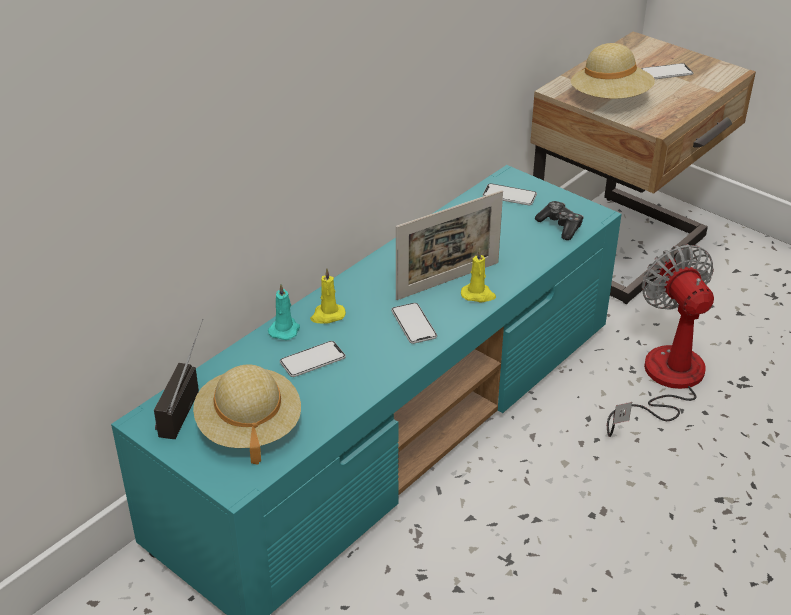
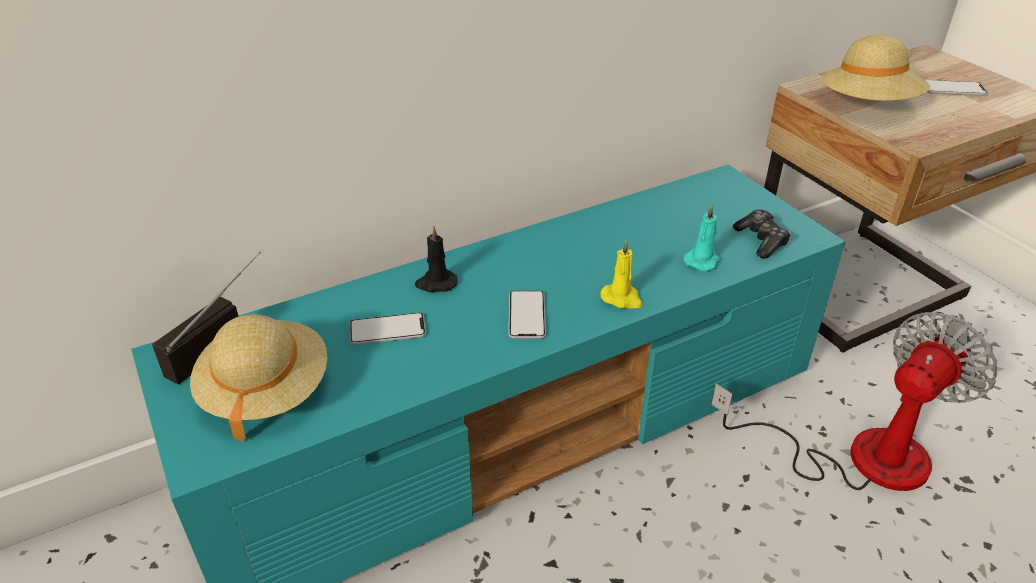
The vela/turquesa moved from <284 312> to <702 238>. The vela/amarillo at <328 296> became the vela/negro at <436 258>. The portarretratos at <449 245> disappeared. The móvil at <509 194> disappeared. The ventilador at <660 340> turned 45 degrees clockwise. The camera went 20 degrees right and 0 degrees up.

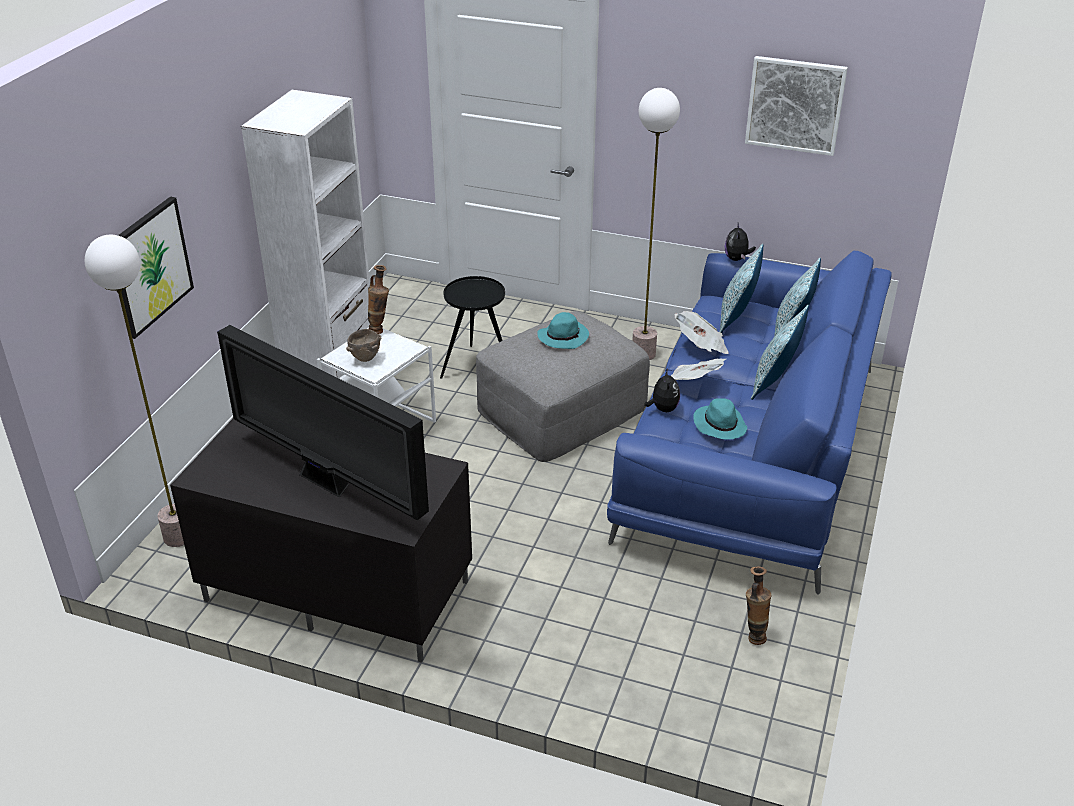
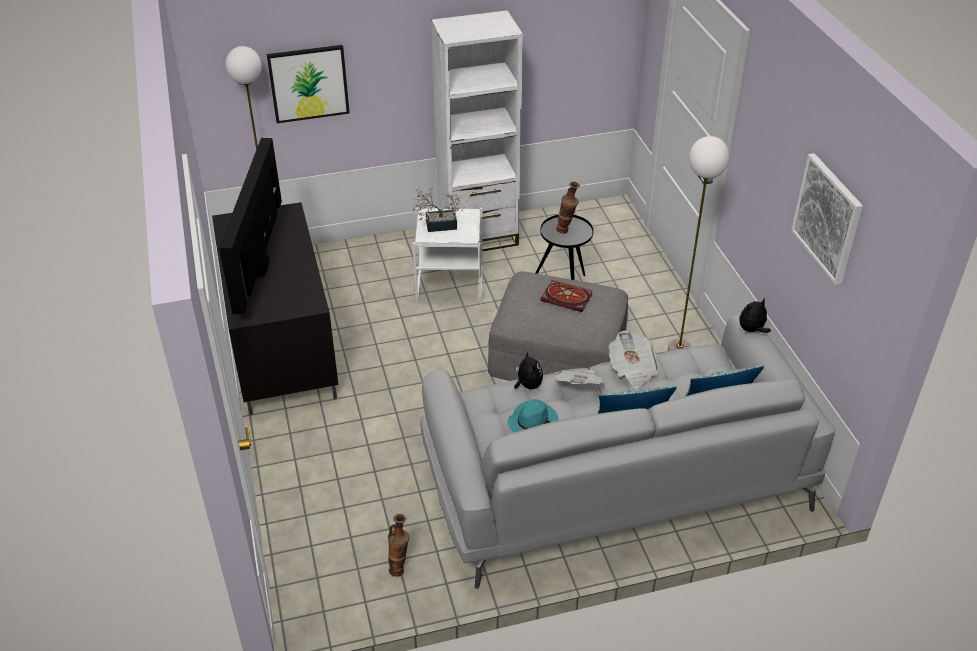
The cuenco/marrón at <363 345> was replaced by the planta en maceta at <438 209>. The florero moved from <378 299> to <568 207>. The sombrero/turquesa at <563 330> was replaced by the libro at <567 296>. The sofá/azul at <749 423> became the sofá/gris at <628 451>. The peluche at <662 390> turned 75 degrees counterclockwise. The cojín at <741 288> disappeared. The camera went 55 degrees right and 5 degrees up.

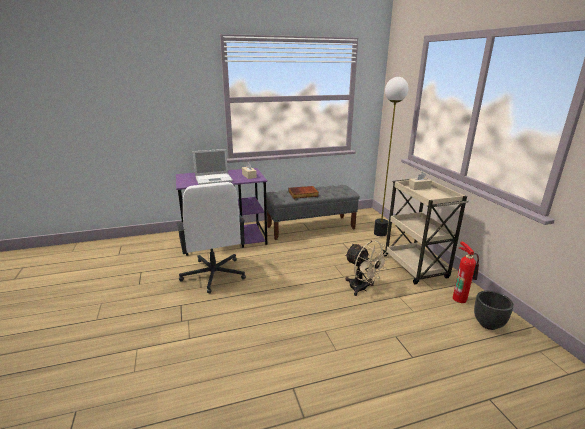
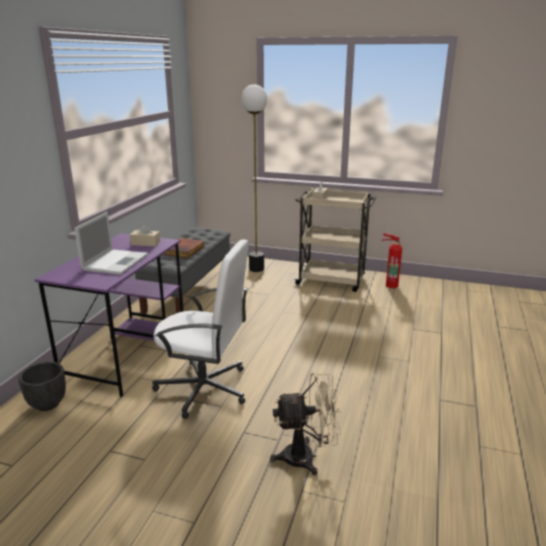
The ventilador/beis moved from <367 268> to <305 423>. The maceta/negro moved from <494 310> to <42 386>. The camera went 55 degrees left and 0 degrees up.

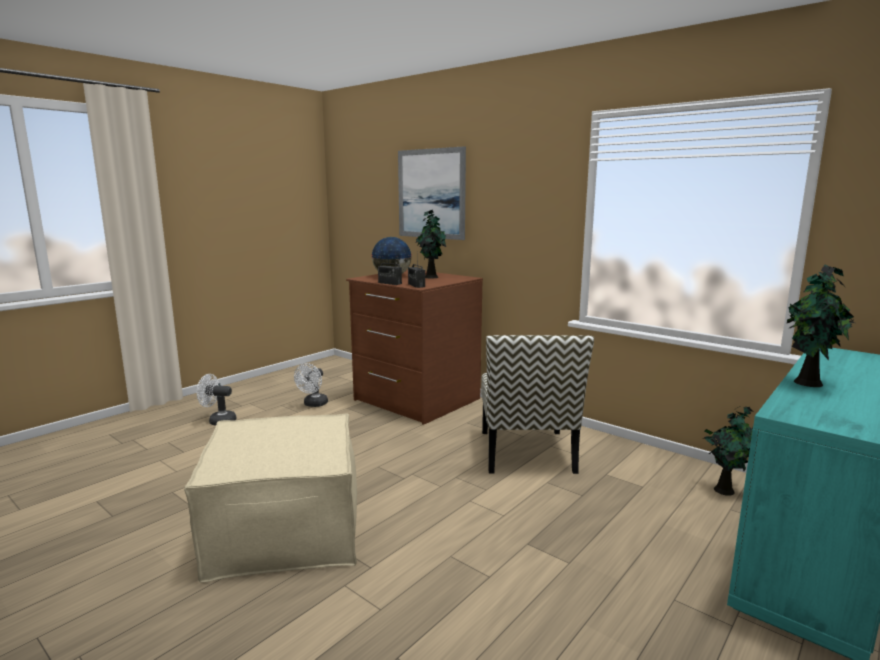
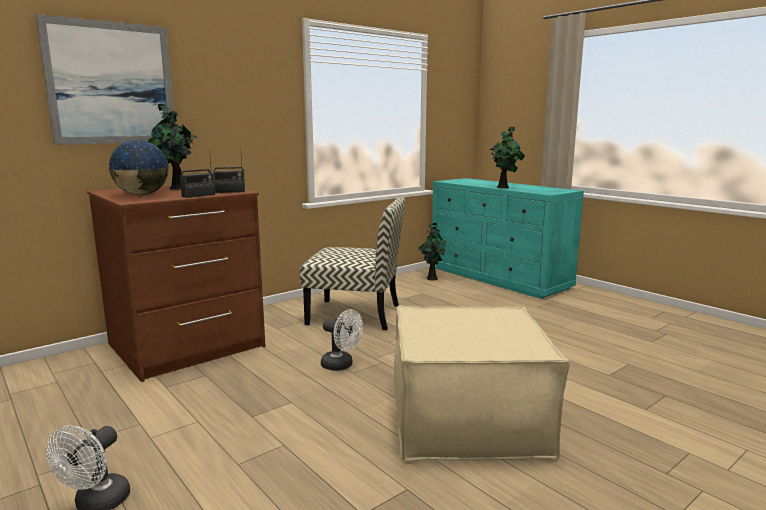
The ventilador/blanco moved from <311 385> to <342 340>. The camera went 80 degrees left and 0 degrees up.

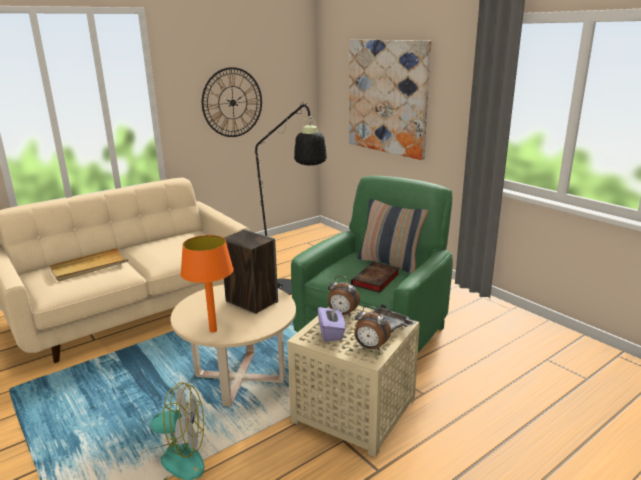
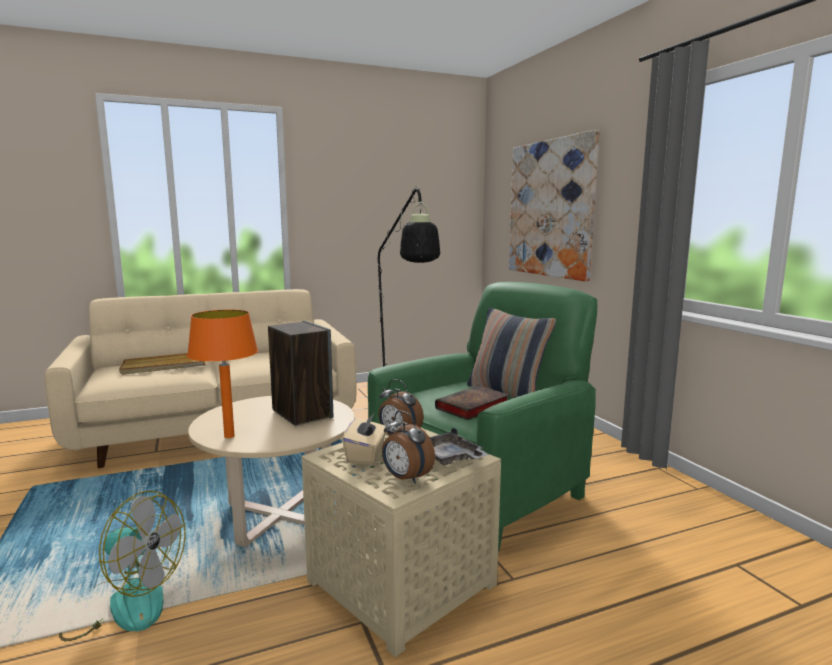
The reloj de pared at <232 102> disappeared. The caja de pañuelos/morado at <332 322> became the caja de pañuelos/beis at <364 438>. The camera went 15 degrees right and 10 degrees down.

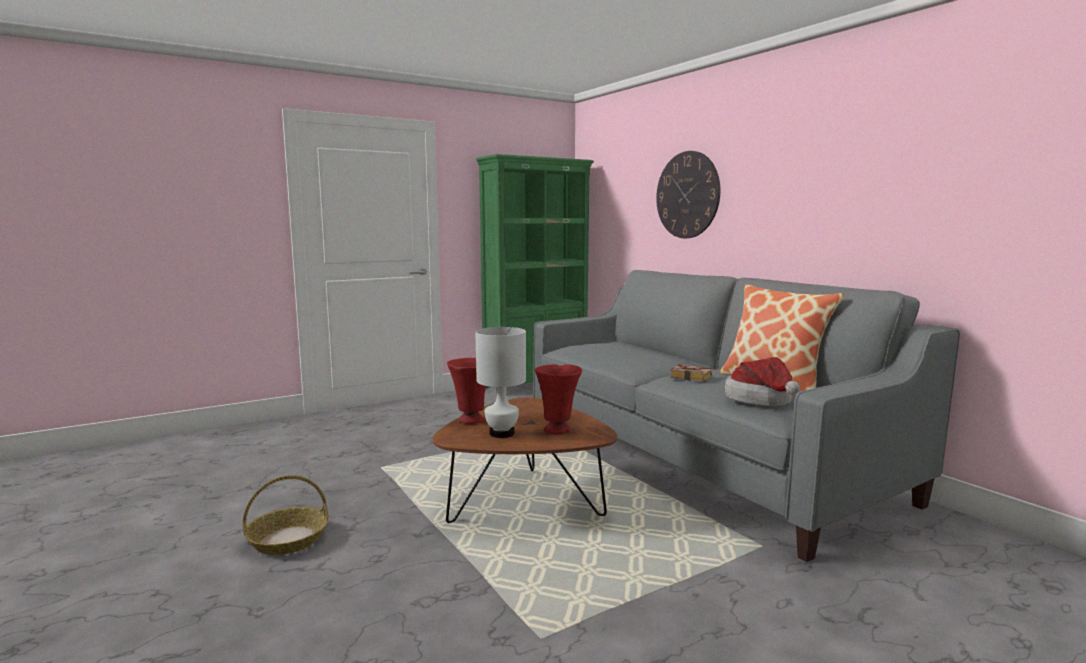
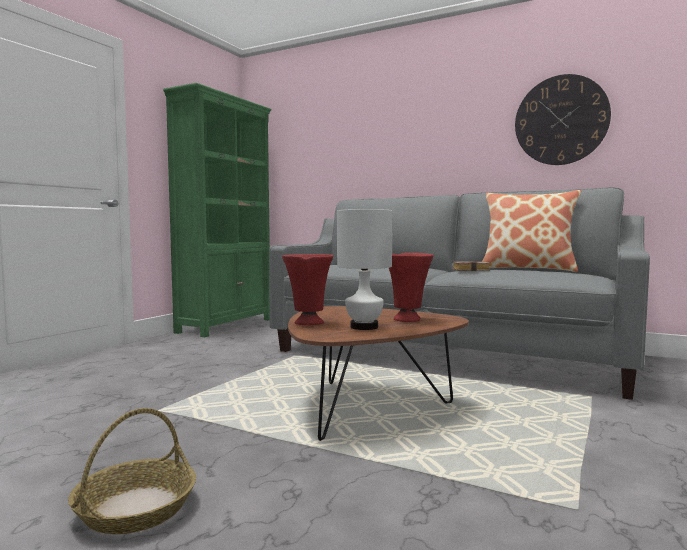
The reloj de pared moved from <688 194> to <563 119>. The sombrero at <762 381> disappeared. The camera went 30 degrees left and 5 degrees down.

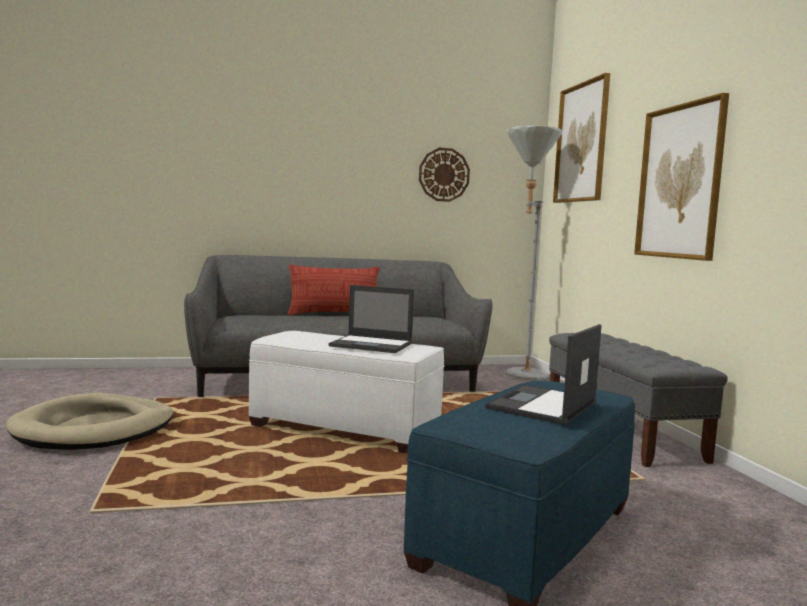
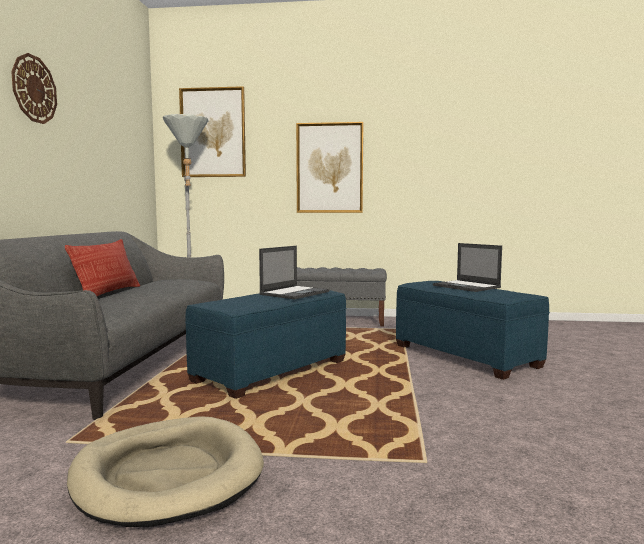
The puf/blanco at <347 392> became the puf/azul at <265 344>. The reloj de pared moved from <444 175> to <34 88>. The camera went 70 degrees left and 0 degrees up.

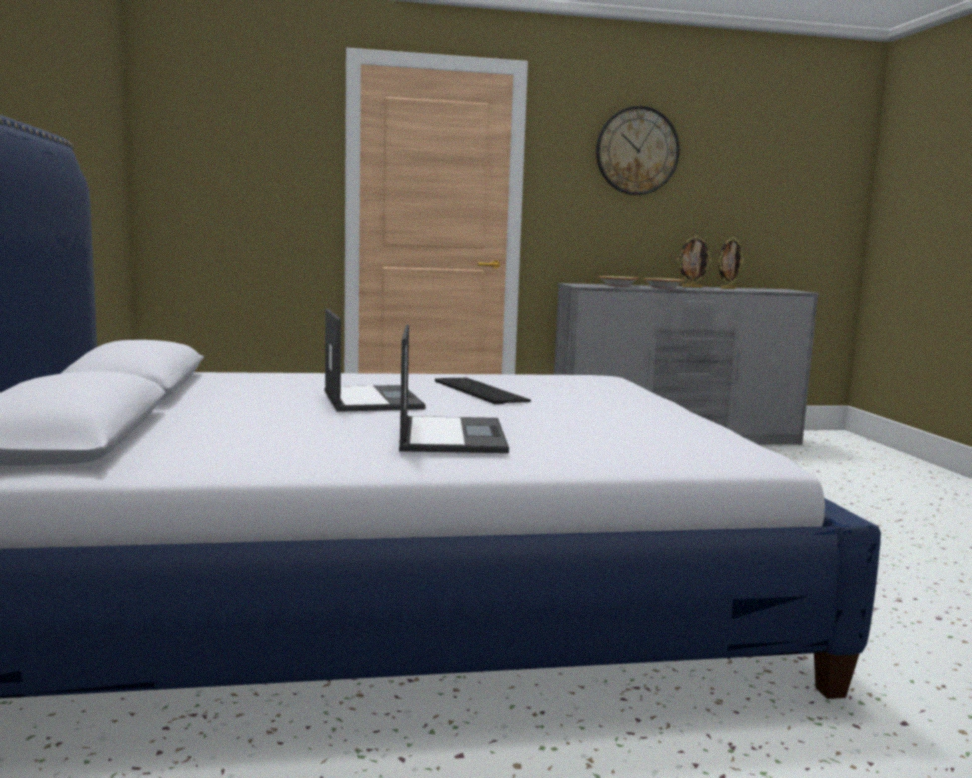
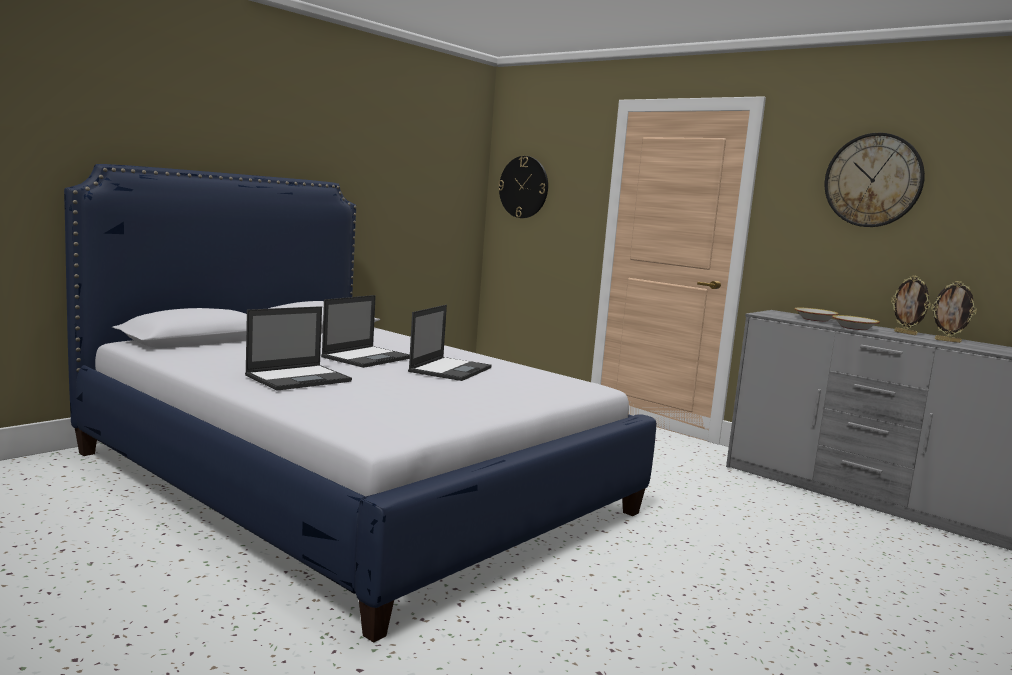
The teclado at <483 391> was replaced by the portátil at <450 343>. The reloj de pared at <523 187> appeared. The camera went 50 degrees right and 0 degrees up.

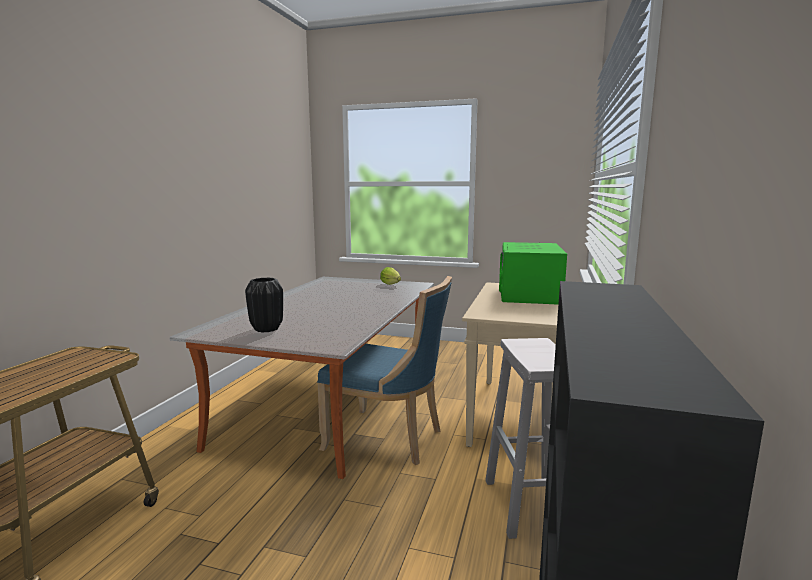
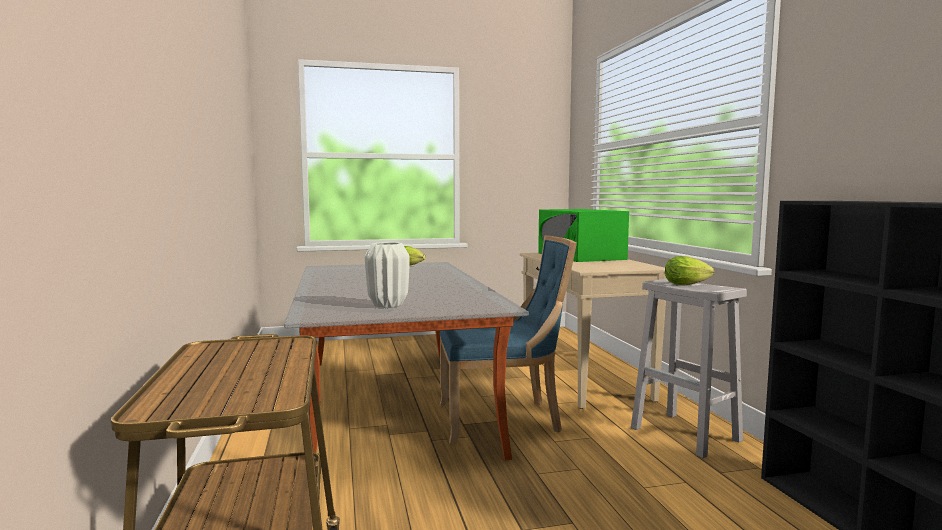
The florero/negro at <264 305> became the florero/blanco at <387 275>. The lechuga at <689 270> appeared. The camera went 30 degrees left and 5 degrees down.

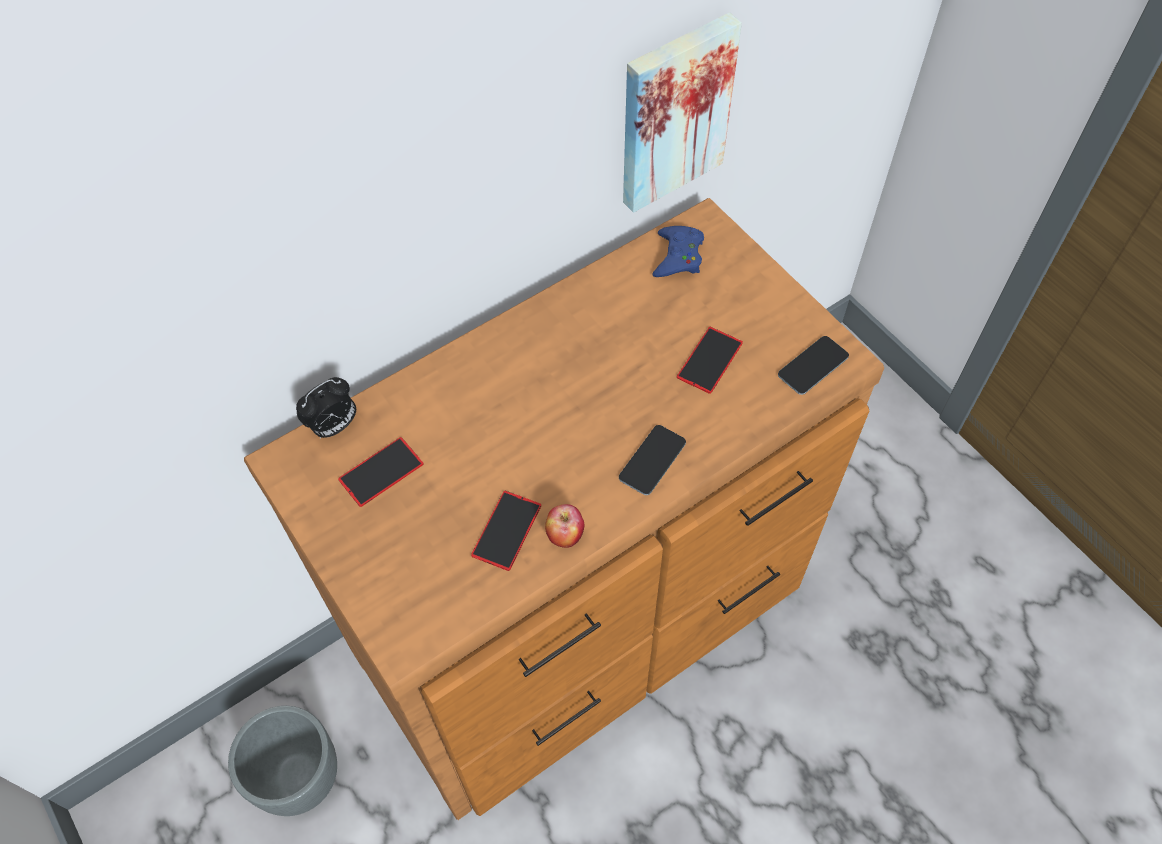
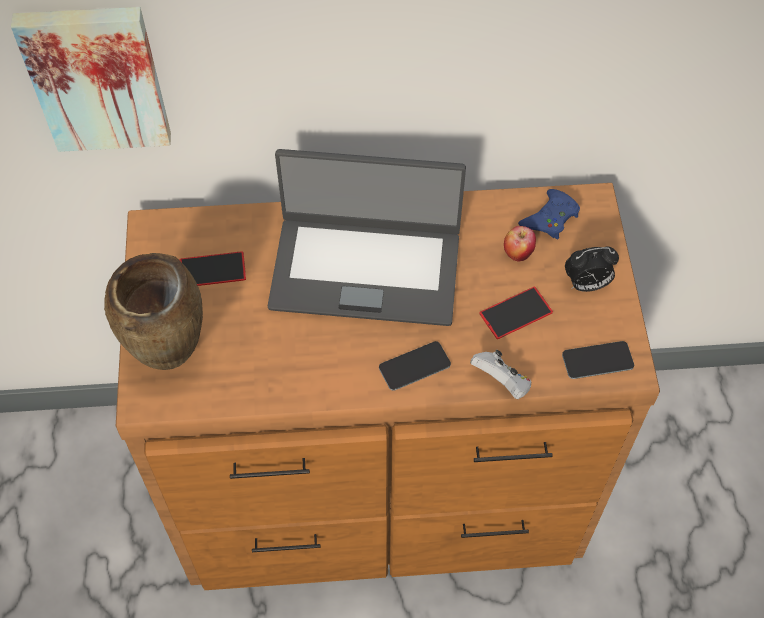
The maceta/gris at <282 761> disappeared. The despertador moved from <326 408> to <592 269>. The móvil at <506 531> disappeared. The manzana moved from <564 526> to <520 244>. The cuadro moved from <682 112> to <91 79>. The florero/marrón at <153 311> appeared. The portátil at <367 237> appeared. The mando de consola/blanco at <501 374> appeared. The camera went 30 degrees right and 0 degrees up.

